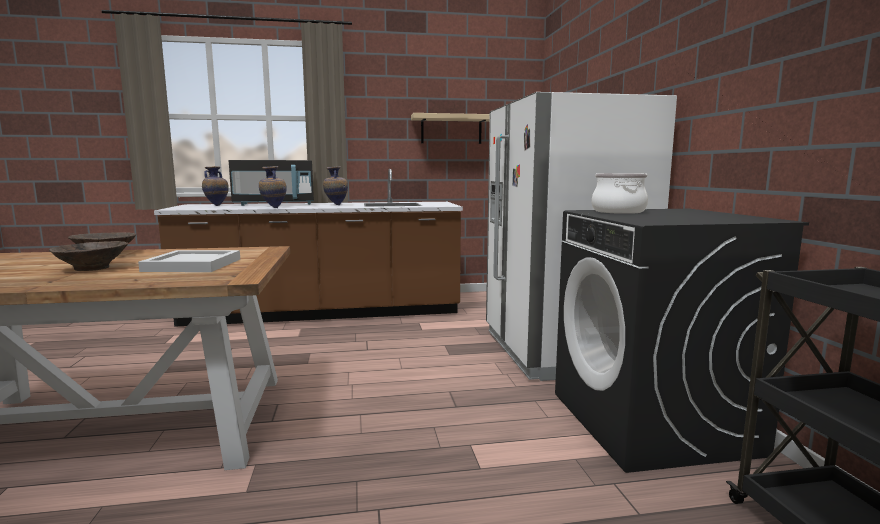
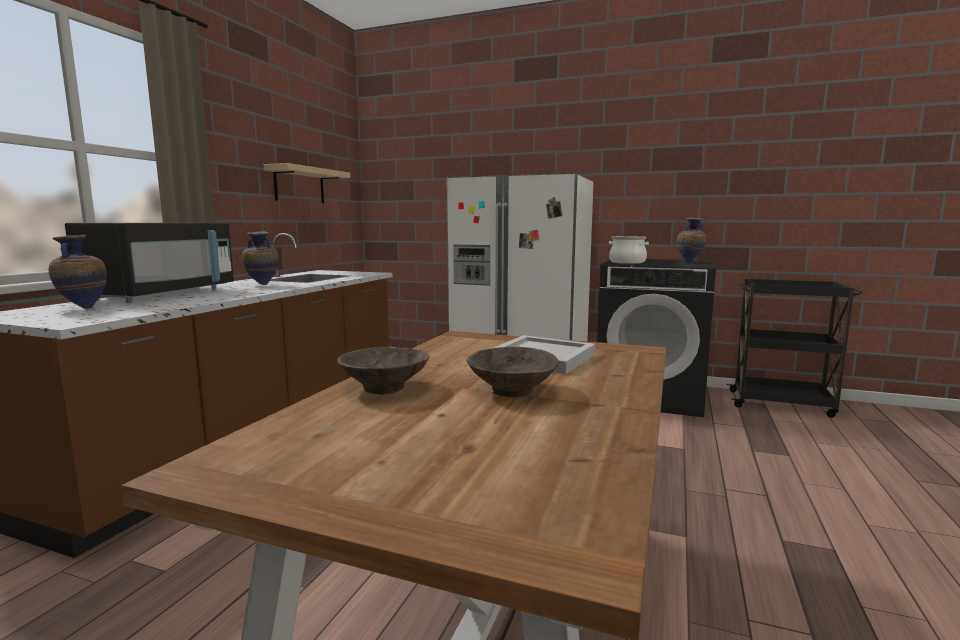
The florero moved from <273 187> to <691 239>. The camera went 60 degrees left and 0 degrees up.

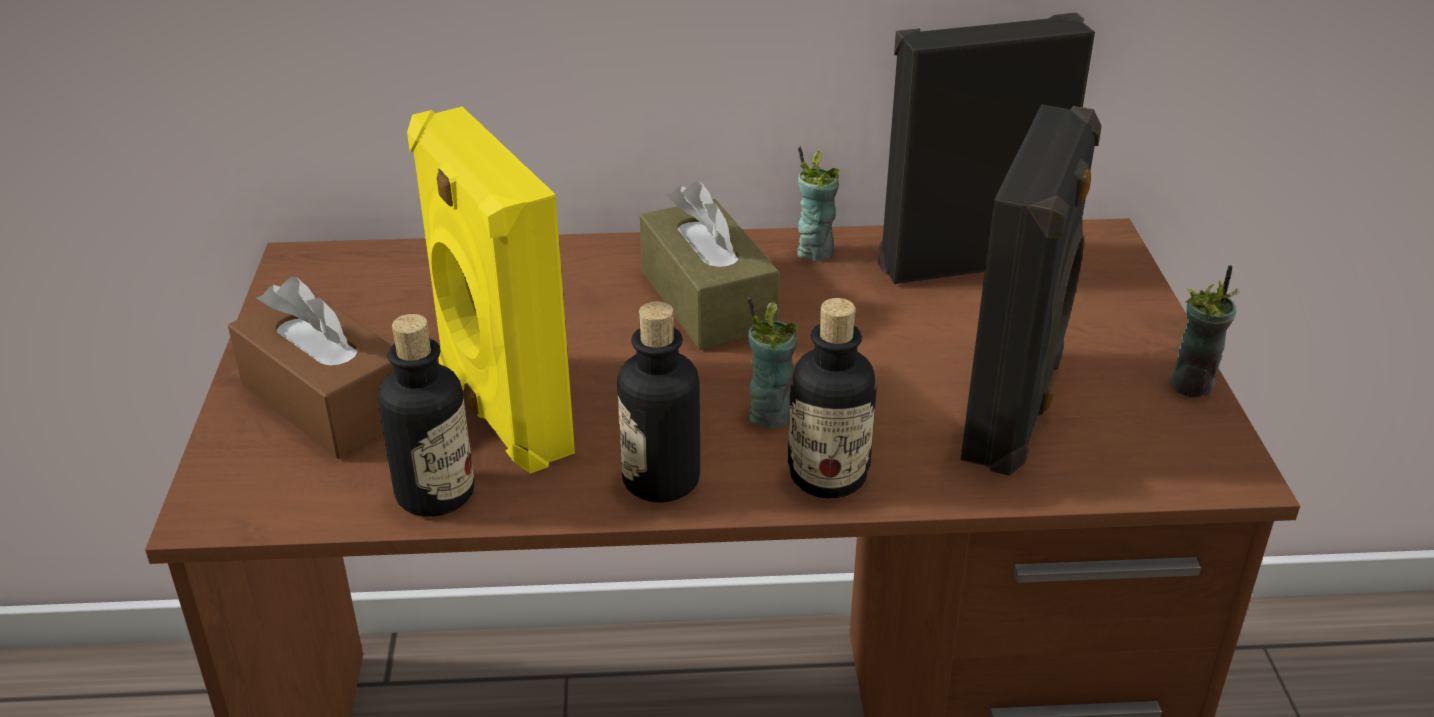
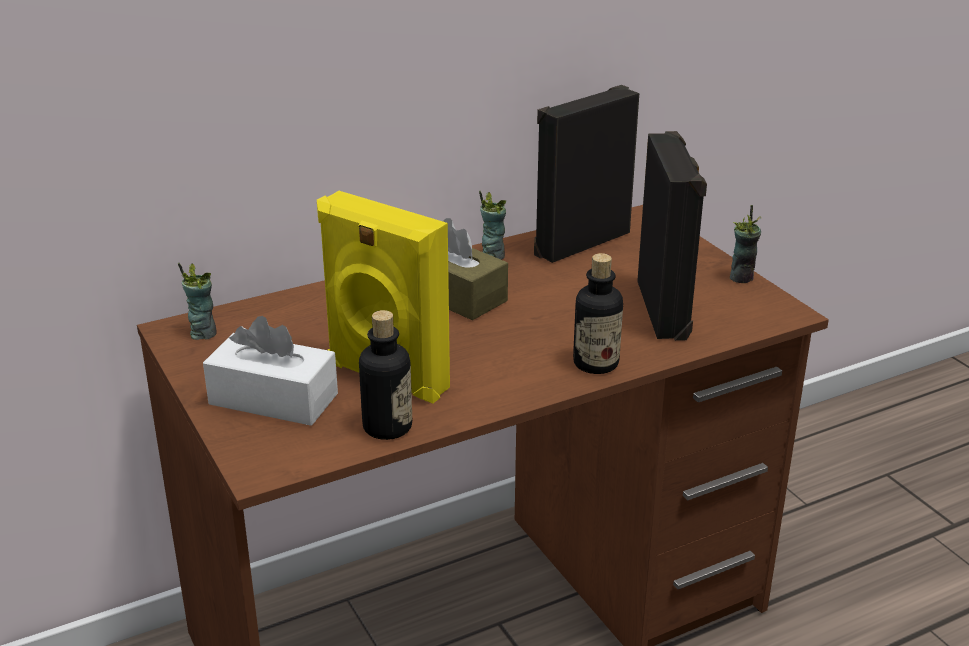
The caja de pañuelos/marrón at <311 368> became the caja de pañuelos/blanco at <270 371>. The botella at <658 402> disappeared. The taza moved from <773 363> to <197 301>. The camera went 25 degrees left and 5 degrees down.

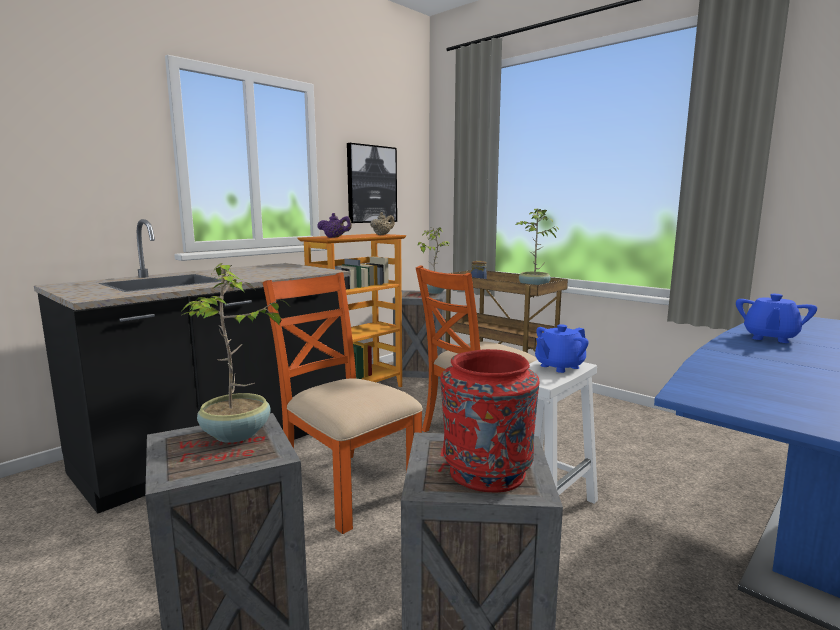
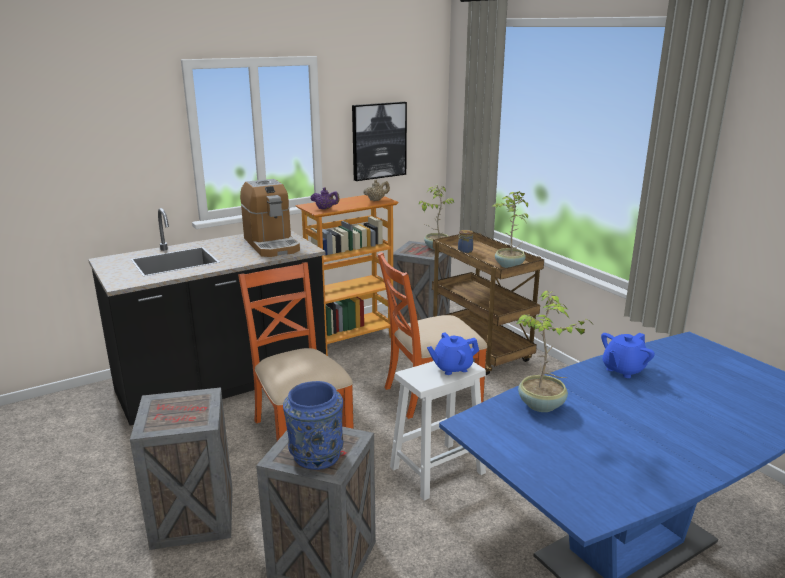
The planta en maceta moved from <233 353> to <554 351>. The florero/rojo at <489 420> became the florero/azul at <313 425>. The cafetera at <270 218> appeared. The camera went 15 degrees right and 10 degrees up.

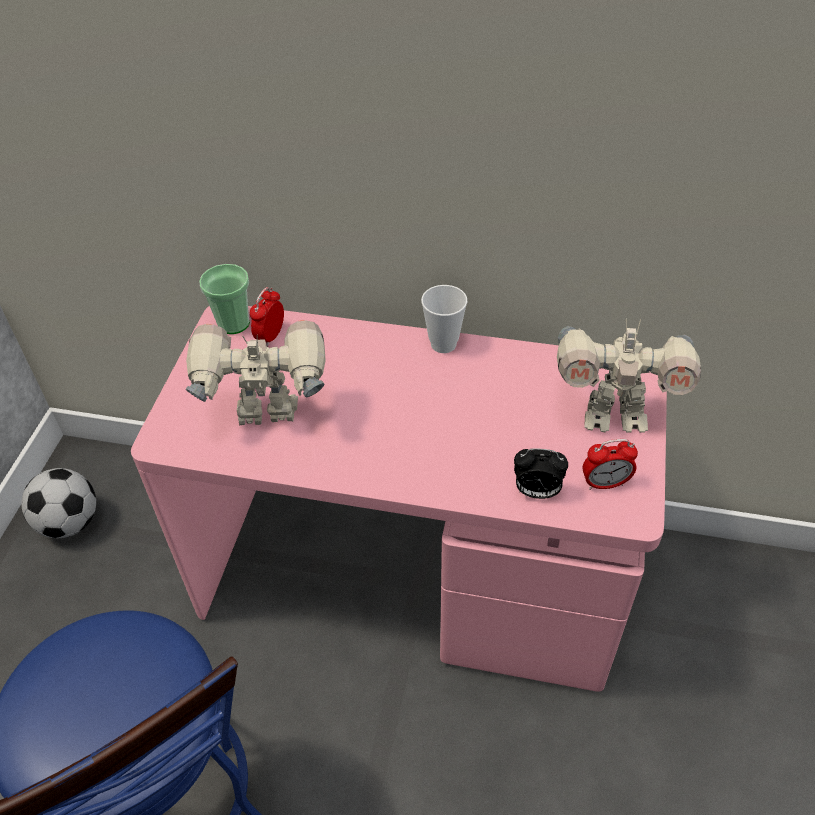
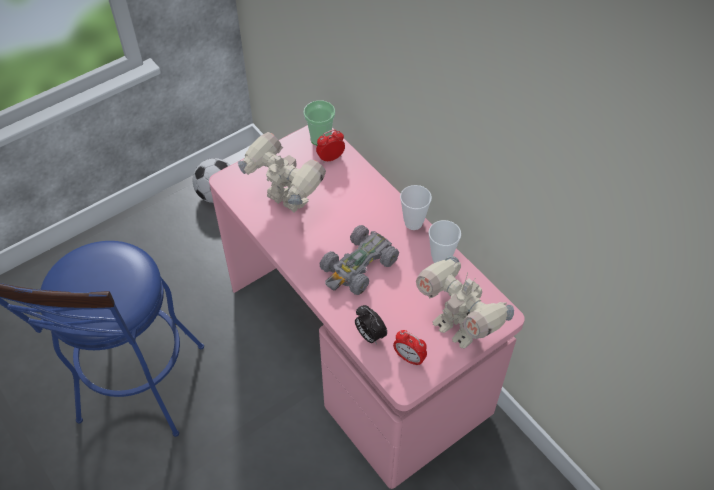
The coche de juguete/gris at <359 260> appeared. The taza at <445 241> appeared. The camera went 40 degrees right and 5 degrees up.

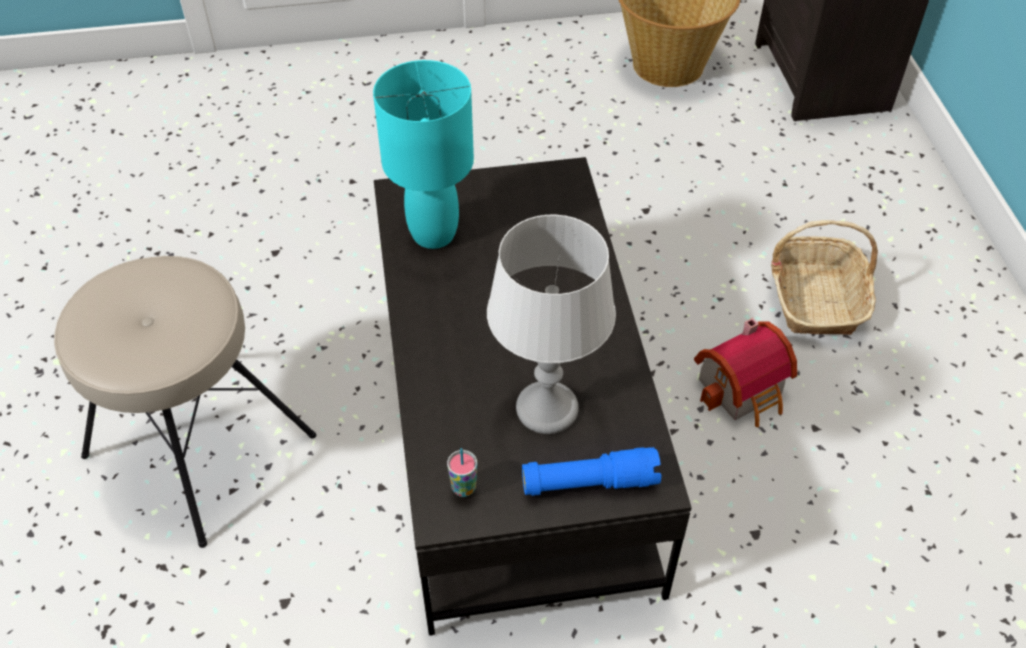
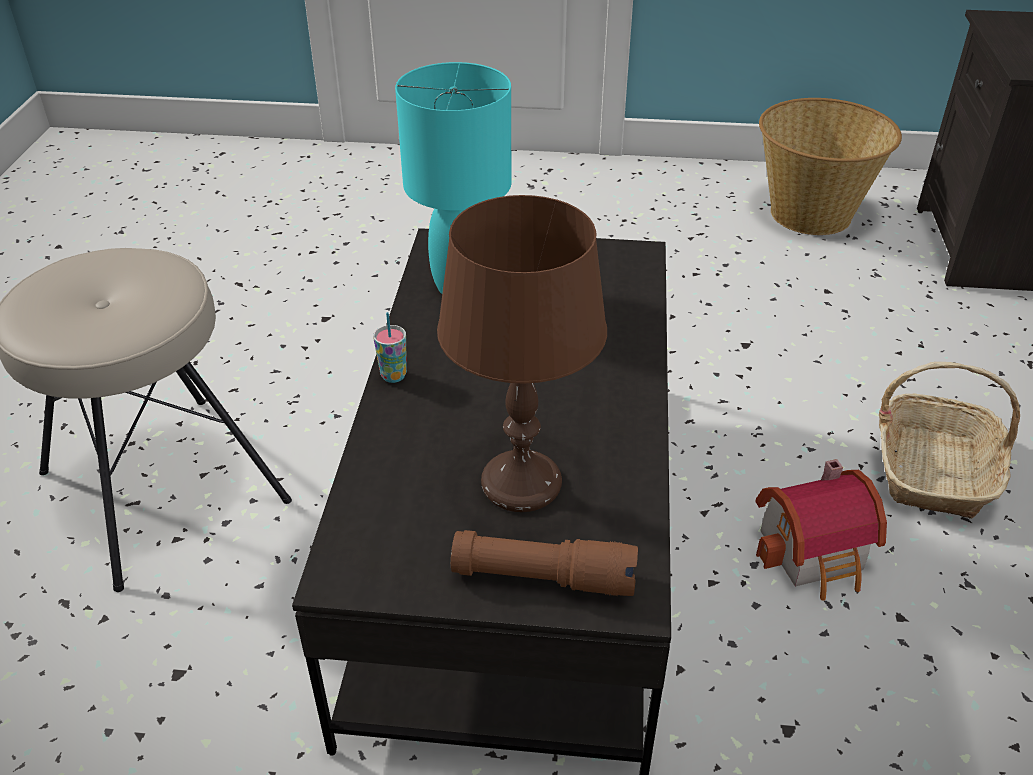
The taza moved from <462 472> to <390 347>. The lámpara de mesa/gris at <551 324> became the lámpara de mesa/marrón at <522 353>. The linterna/azul at <591 471> became the linterna/marrón at <544 563>. The camera went 15 degrees right and 10 degrees down.

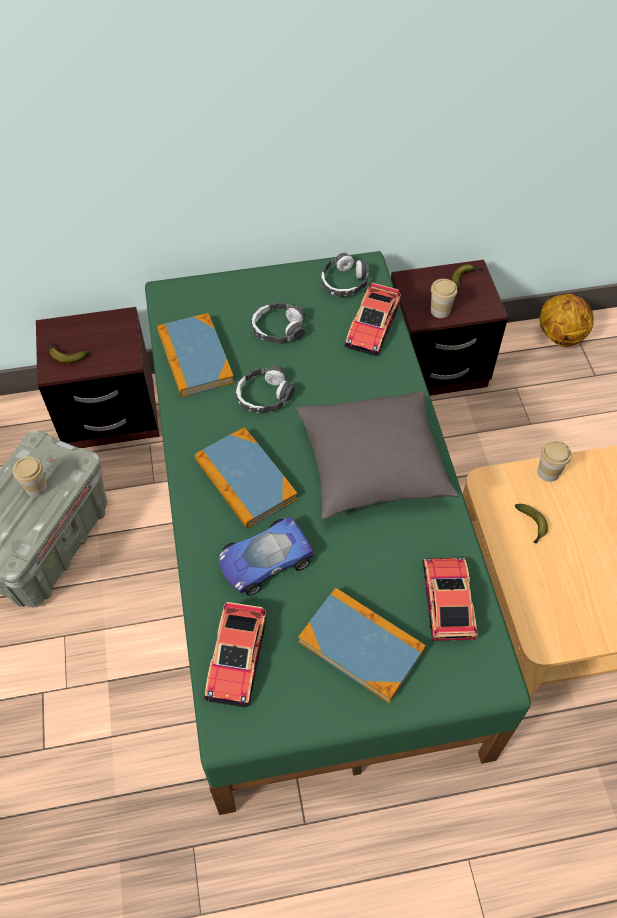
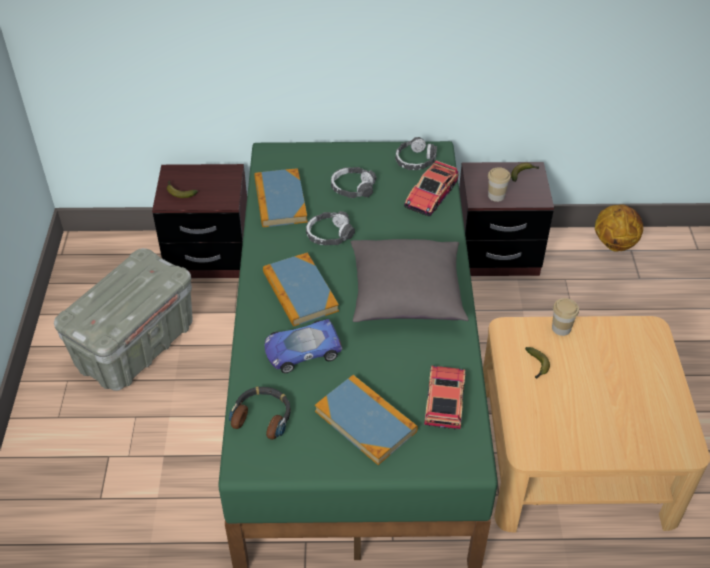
The taza at <30 477> disappeared. The coche de juguete at <235 654> was replaced by the auriculares at <260 413>. The camera went 10 degrees right and 10 degrees down.

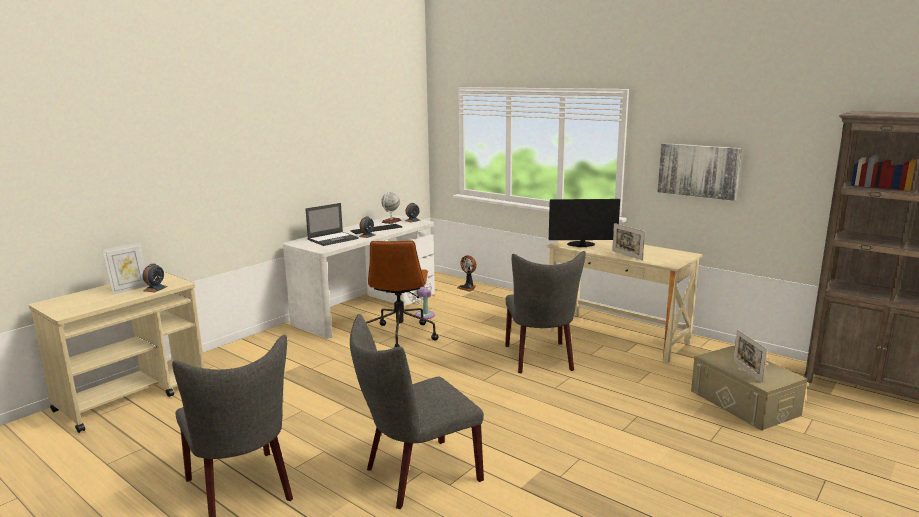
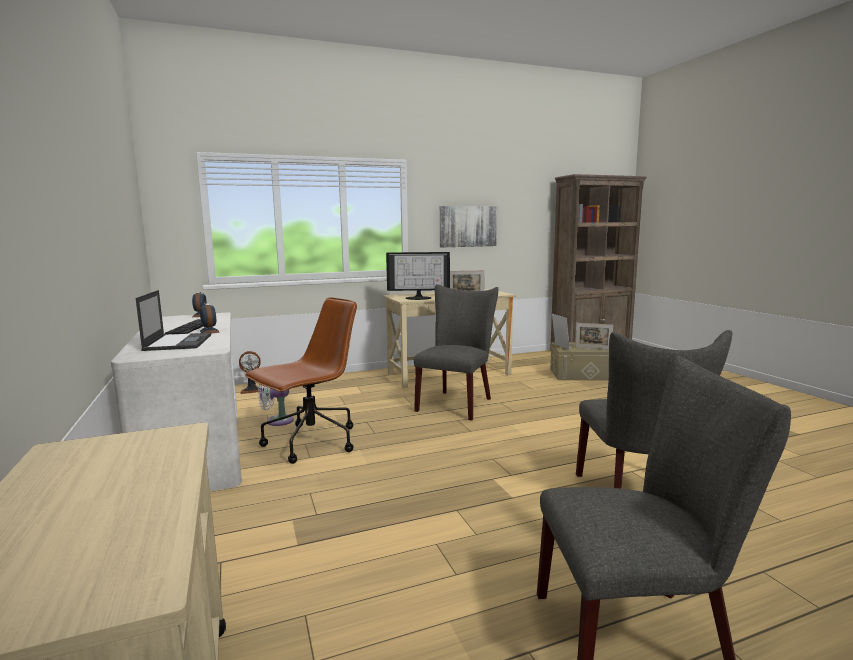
The portarretratos moved from <126 268> to <561 332>. The despertador at <155 278> disappeared. The silla de oficina/marrón at <402 294> turned 75 degrees counterclockwise. The globo terráqueo at <391 208> disappeared. The silla/gris at <545 312> turned 90 degrees counterclockwise. The monitor at <584 223> turned 120 degrees counterclockwise. The camera went 60 degrees left and 5 degrees down.

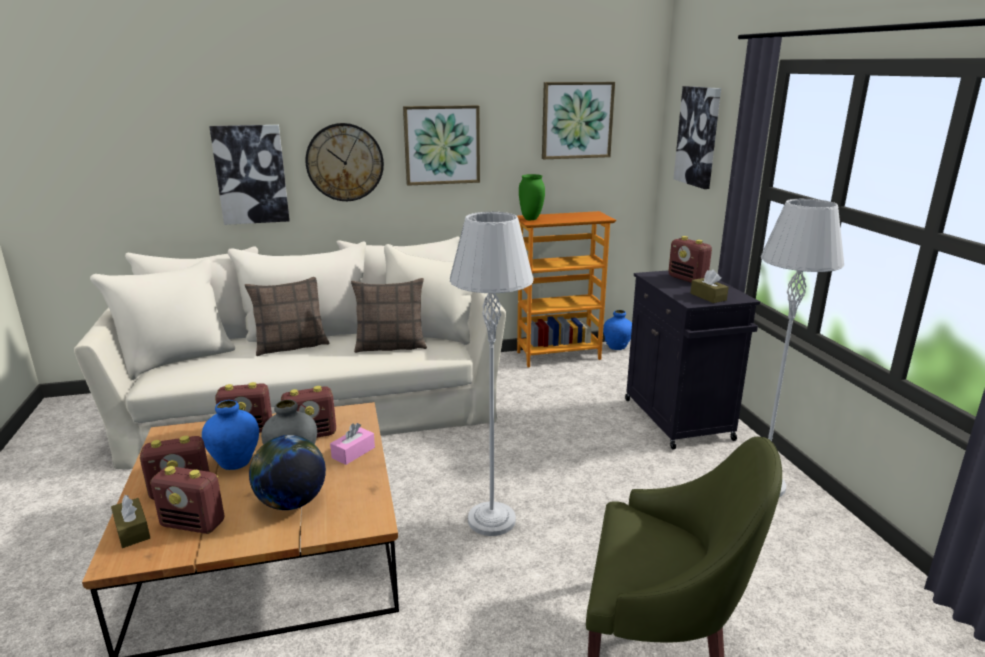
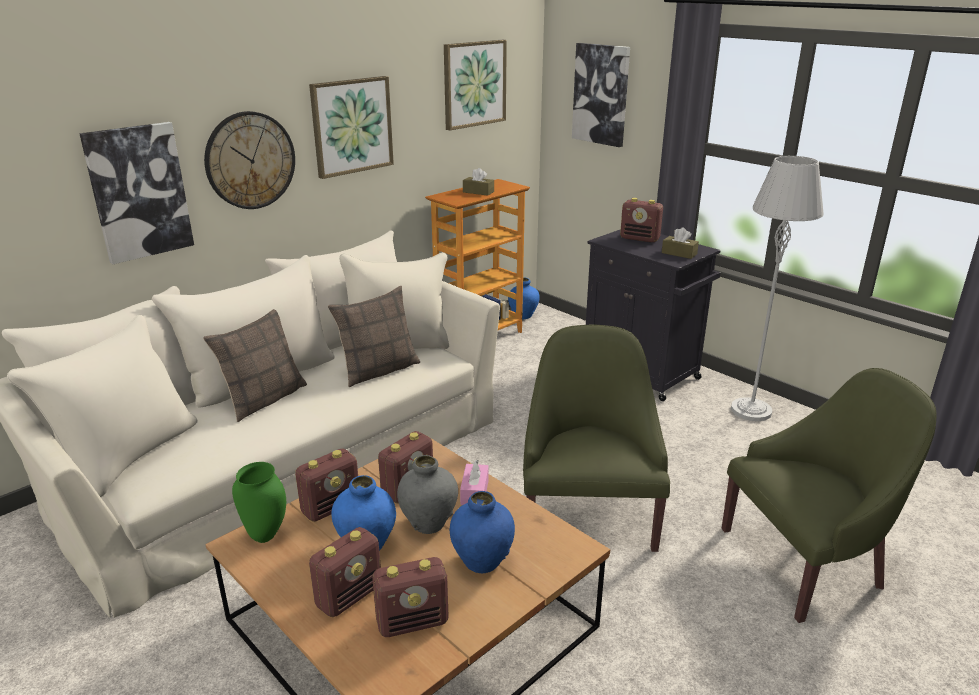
The caja de pañuelos/marrón moved from <130 521> to <478 182>. The globo terráqueo at <287 472> was replaced by the florero/azul at <482 532>. The lámpara de pie/gris at <492 374> was replaced by the sillón/verde at <596 438>. The florero/verde moved from <532 197> to <259 502>. The camera went 30 degrees left and 5 degrees up.

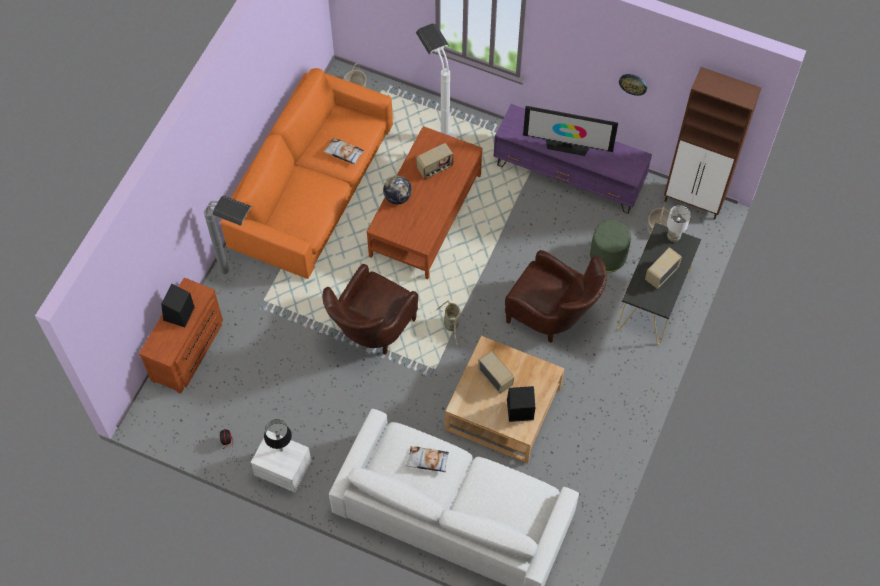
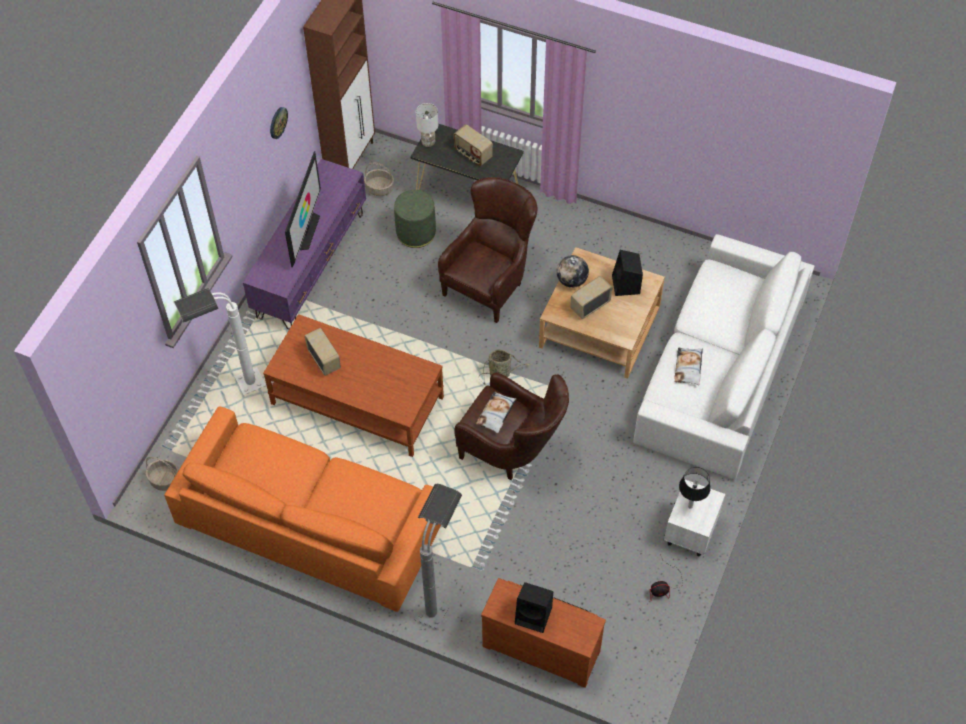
The cojín moved from <343 151> to <496 412>. The globo terráqueo moved from <397 190> to <573 271>. The camera went 90 degrees left and 5 degrees down.

